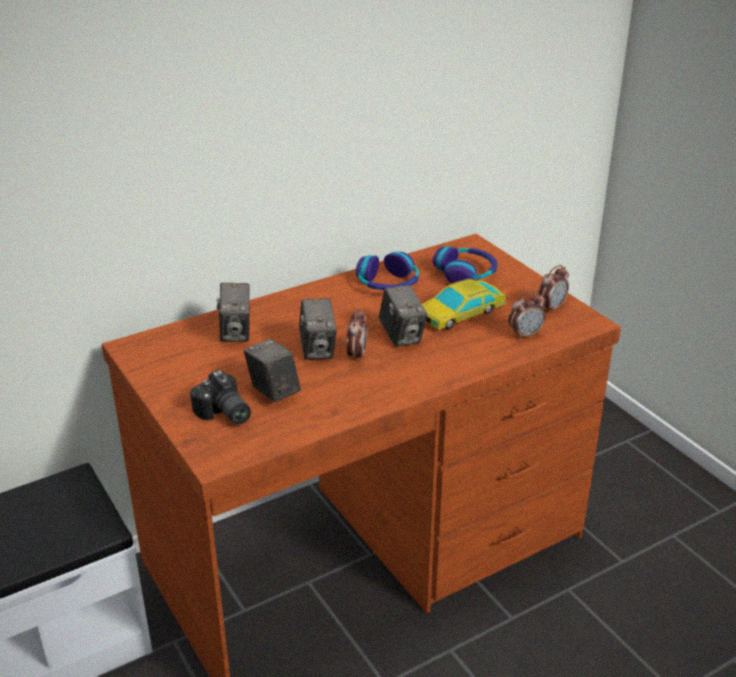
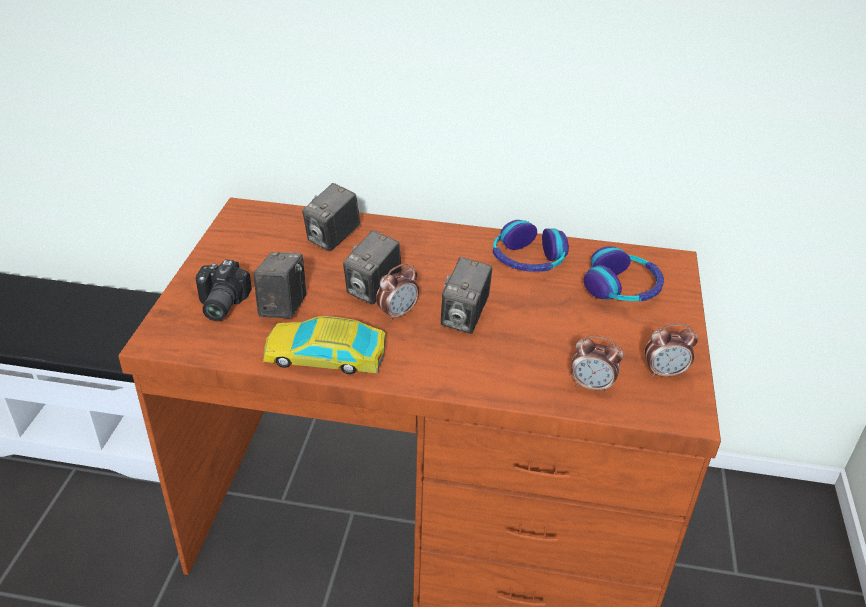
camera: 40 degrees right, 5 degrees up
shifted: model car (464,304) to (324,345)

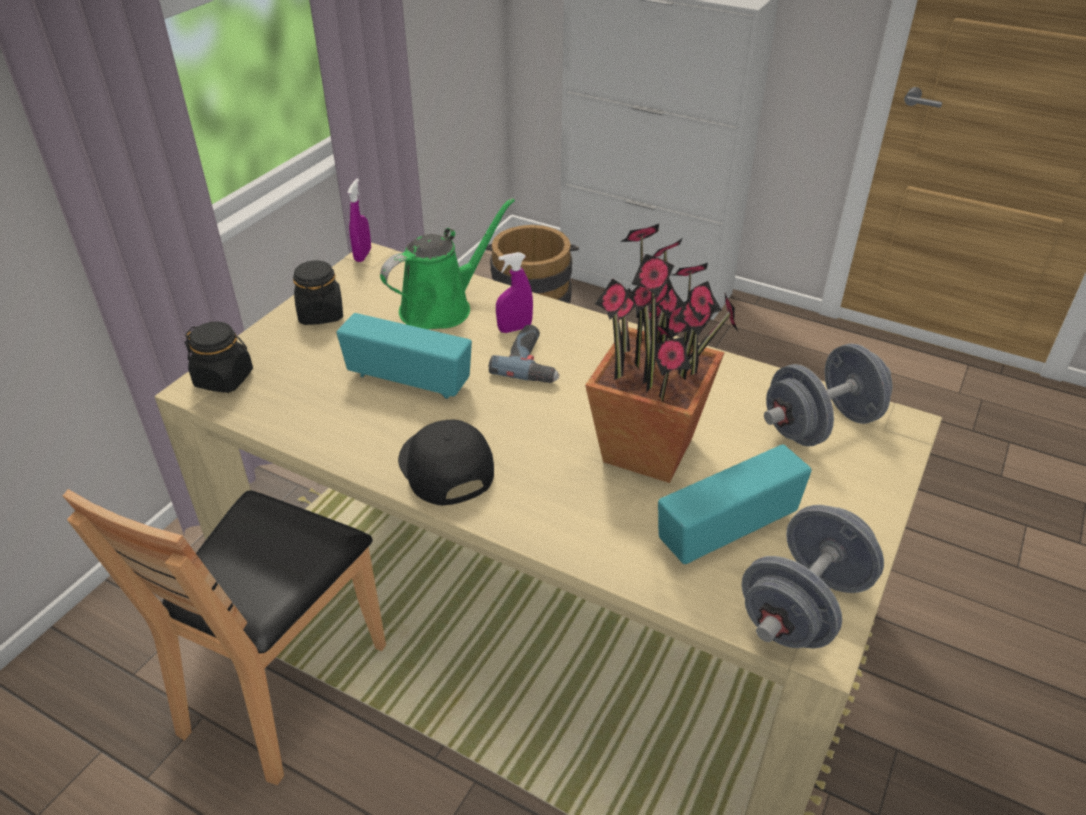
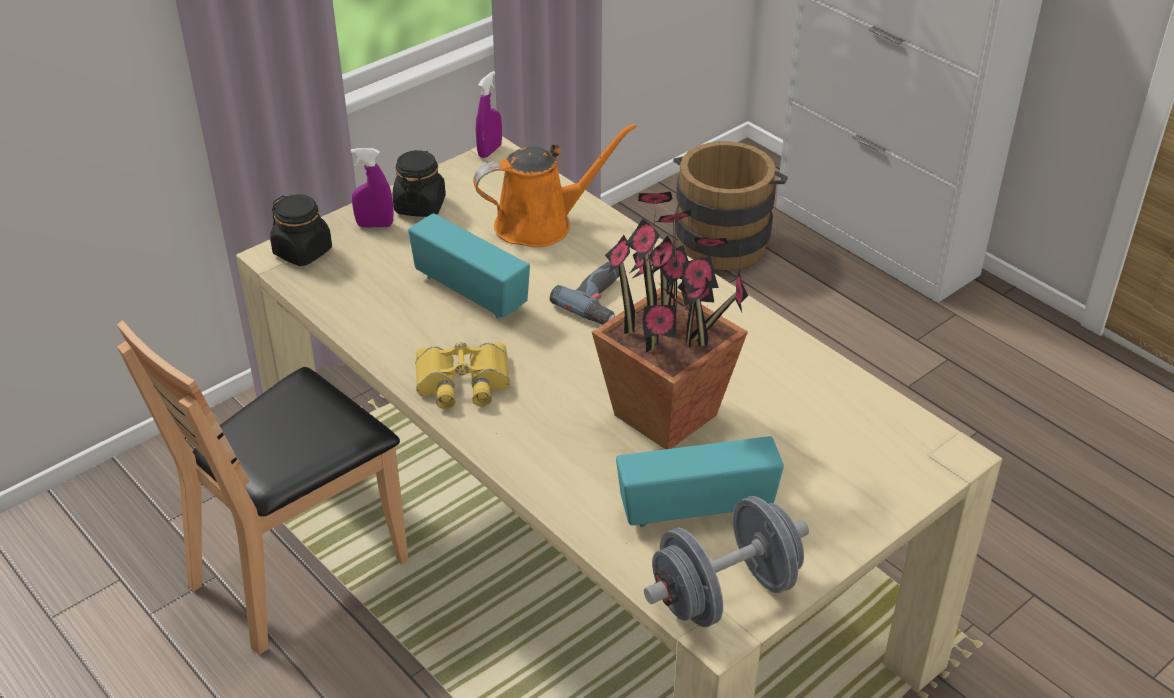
camera: 20 degrees right, 0 degrees up
gone: grey free weight (828,395)
shifted: purplish spray bottle (514,292) to (372,188)
swapped: blackish peaked cap (446,463) to yellow pair of binoculars (463,375)
repainted: green watering can (447,263) to orange-coloured watering can (555,185)

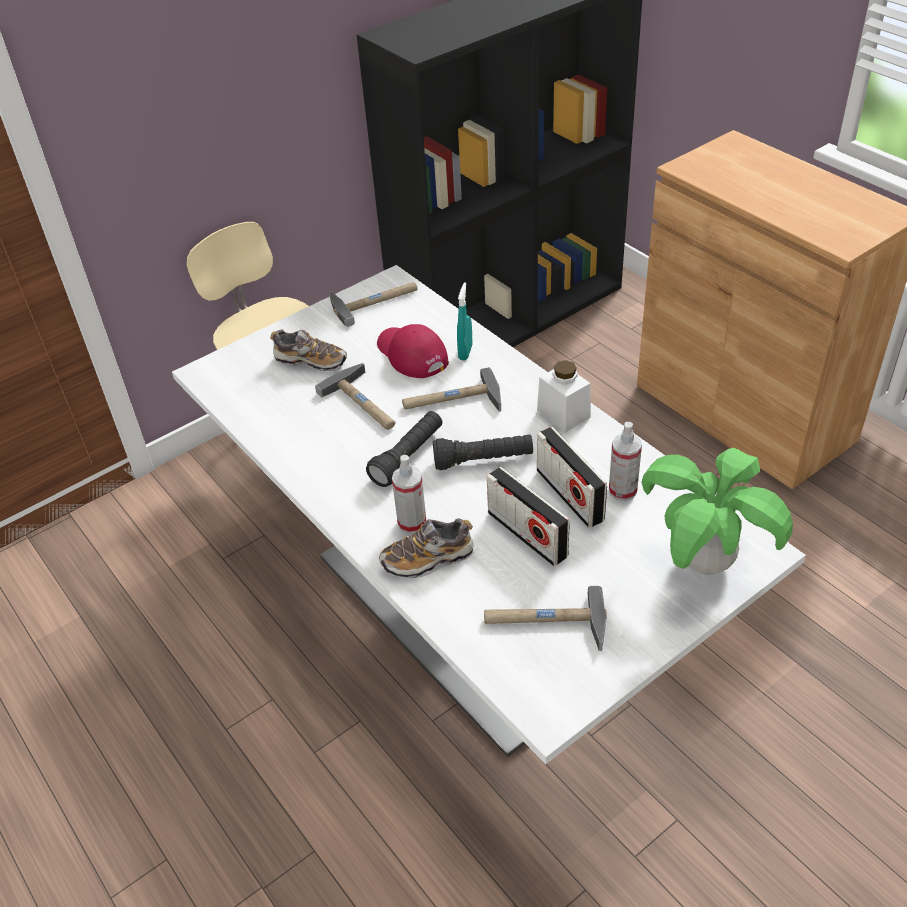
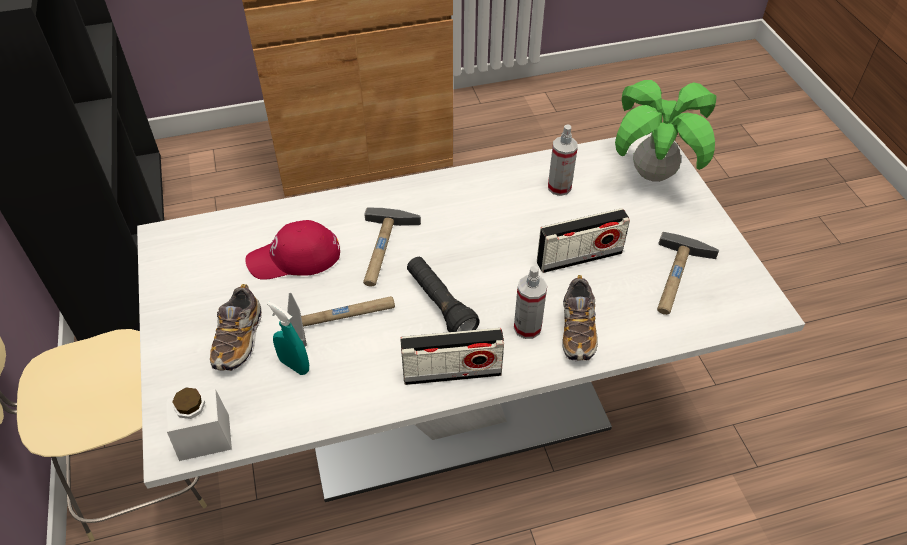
camera: 70 degrees left, 5 degrees up
gone: hammer (373,304); blackish torch (483,452)
shifted: turquoise spray bottle (464,321) to (288,338); white preserve jar (564,396) to (199,424); radio (572,477) to (452,356)
rotated: low shoe (308,350) = (236,327) 150 degrees clockwise

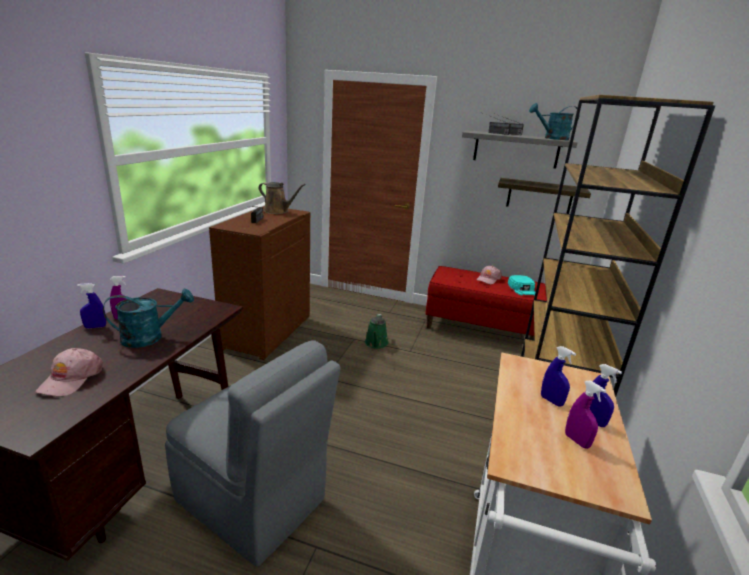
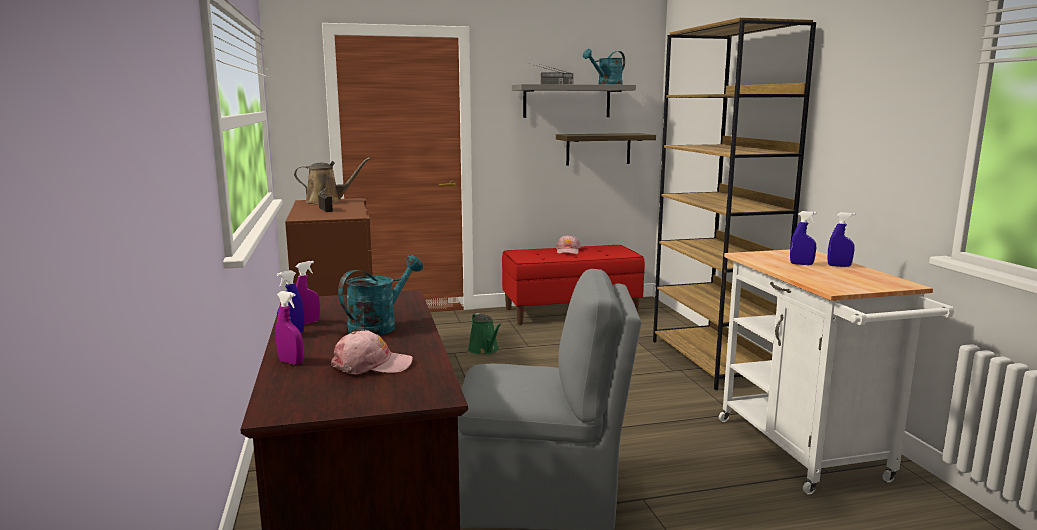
camera: 30 degrees left, 10 degrees down
gone: turquoise peaked cap (521,285)
shifted: purplish spray bottle (585,415) to (289,328)
rotated: pink peaked cap (69,372) = (372,352) 75 degrees counterclockwise

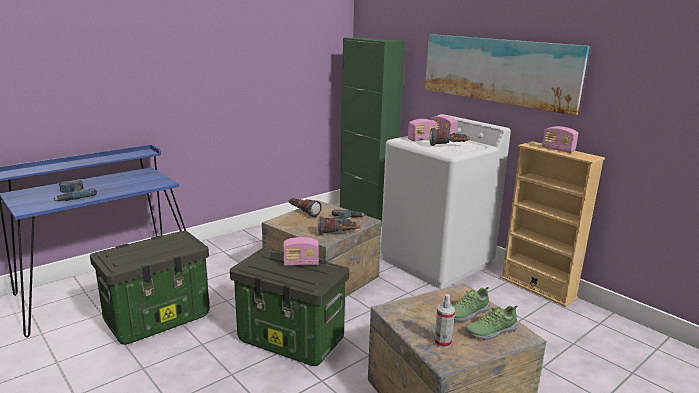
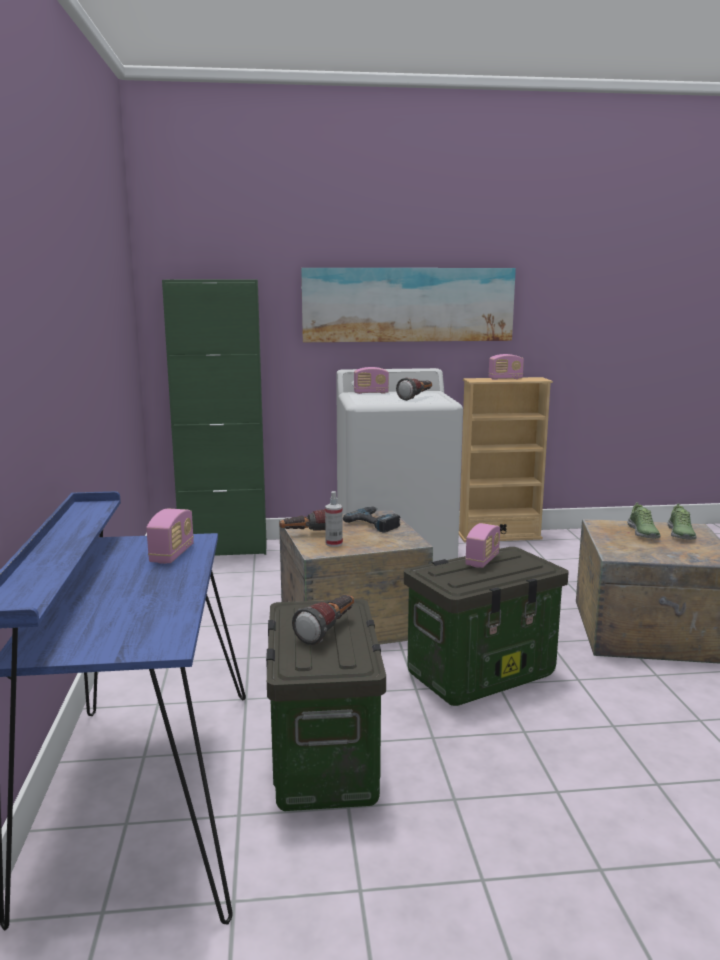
camera: 55 degrees left, 5 degrees down
gone: electric drill (74,190)
shifted: torch (338,225) to (323,620); radio (422,130) to (170,536); spray bottle (444,321) to (334,519)

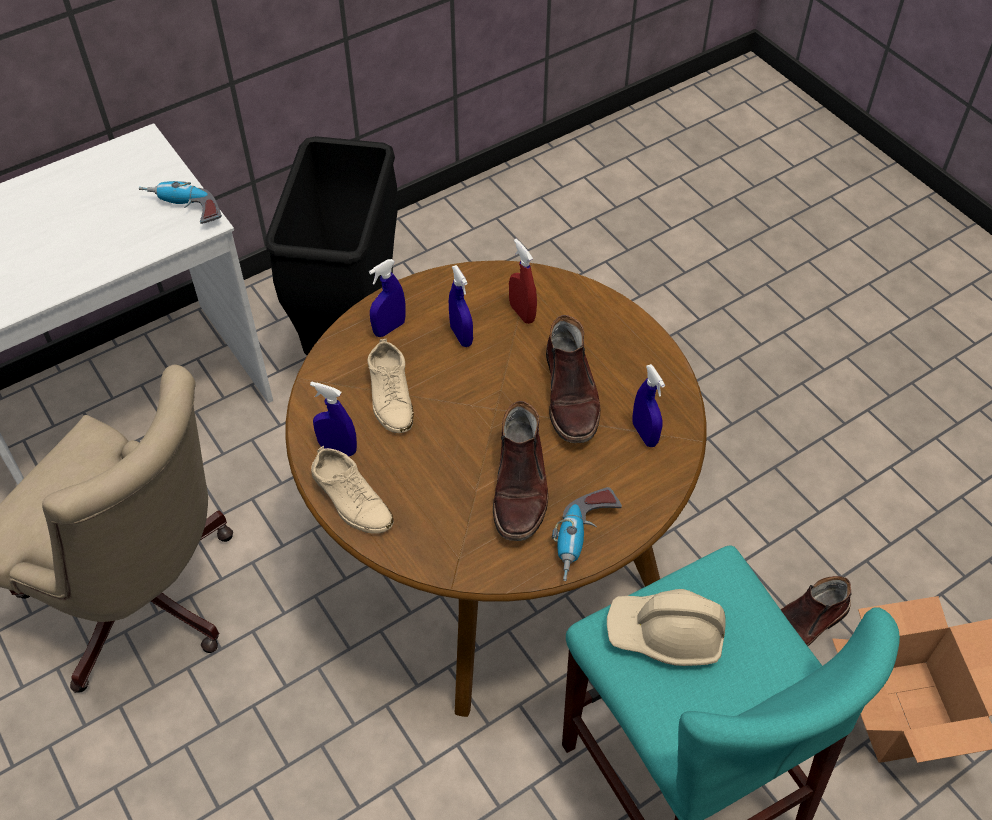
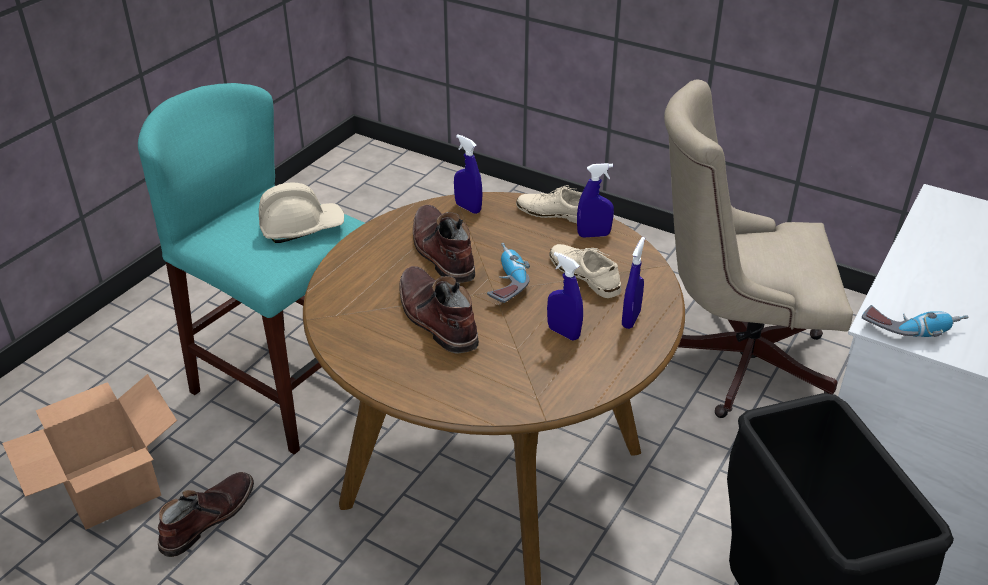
camera: 155 degrees right, 15 degrees down
gone: red-coloured spray bottle (523,281)
shifted: electric drill (587,534) to (508,273); blue spray bottle (648,405) to (468,174)

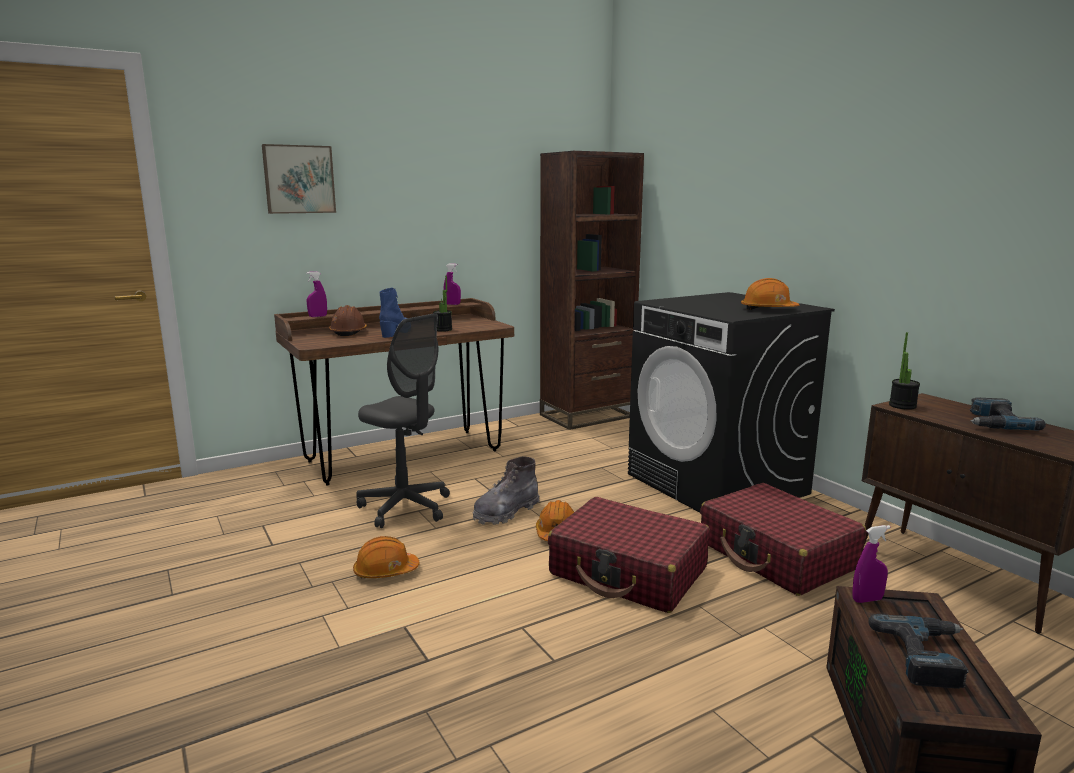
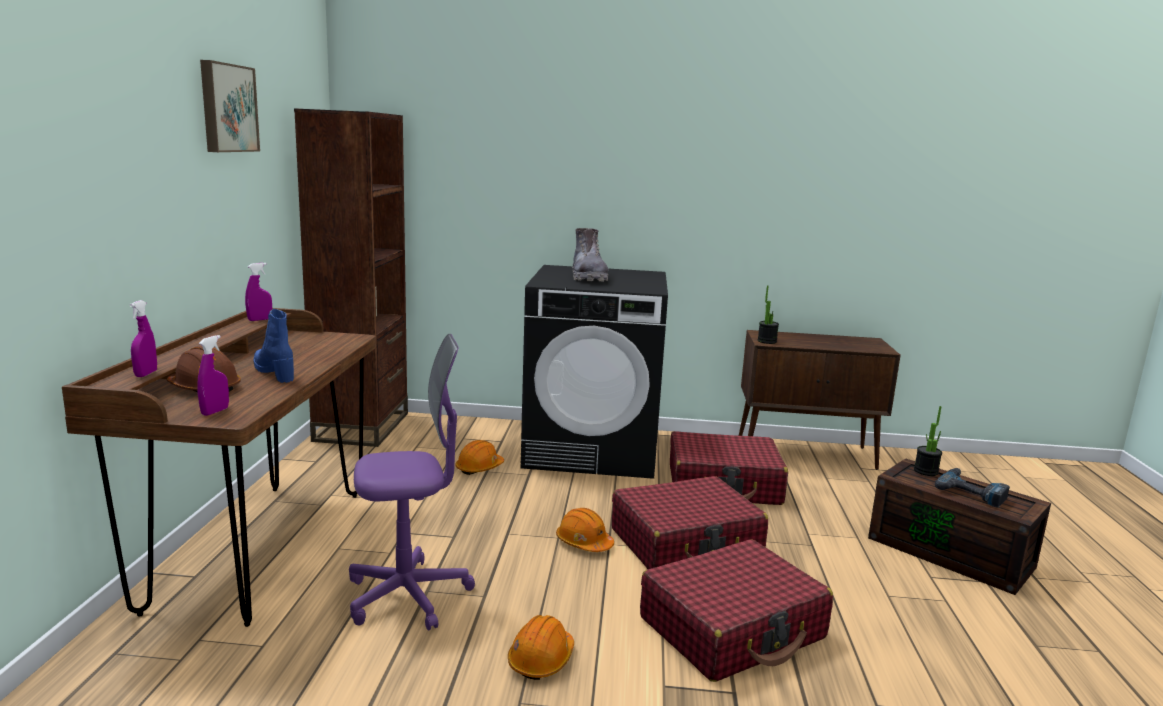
camera: 55 degrees left, 0 degrees up
gone: electric drill (1008,414)
new: red-coloured suitcase (736,610)
shifted: wall art (299,179) to (230,106); houseplant (442,304) to (928,441); grey boot (506,490) to (590,255); orange-coloured work helmet (770,294) to (479,457); purplish spray bottle (871,564) to (213,375)
repainted: grey desk chair (403,420) to purplish desk chair (412,482)

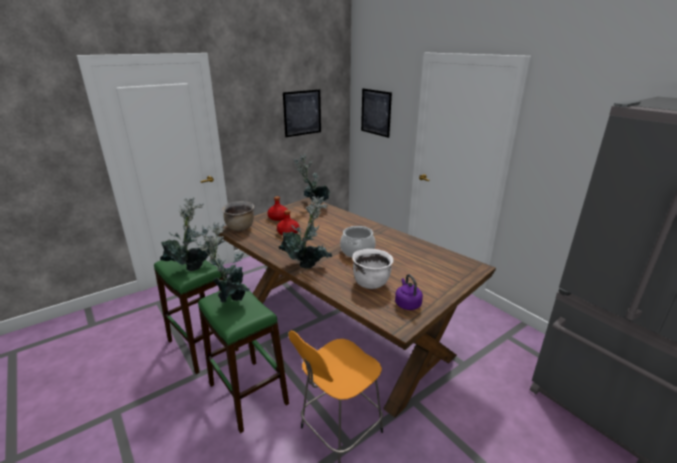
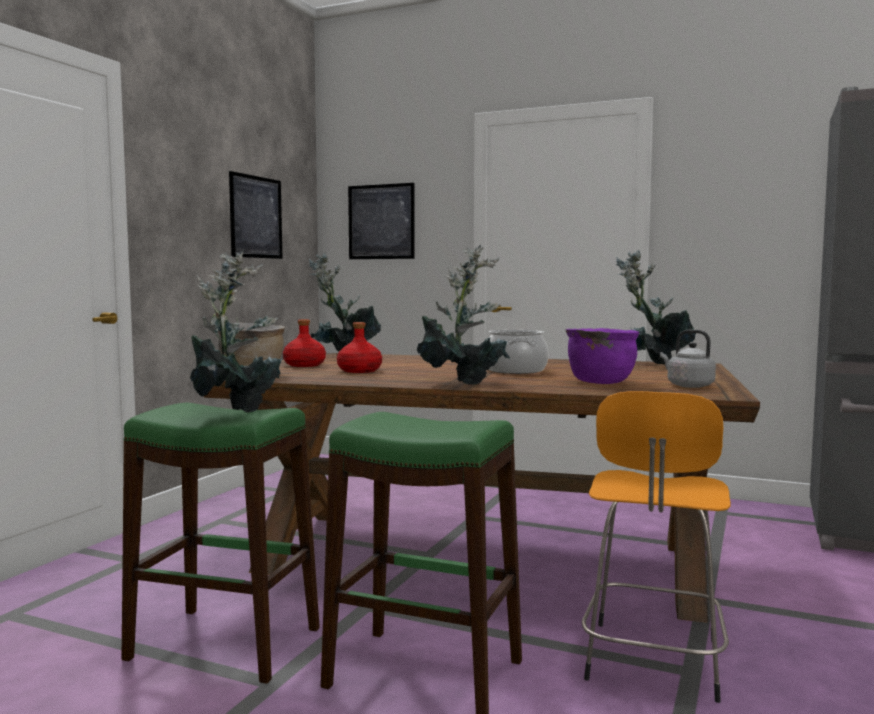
camera: 30 degrees left, 20 degrees down
shifted: houseplant (222,262) to (656,307)
repainted: white cooking pot (373,269) to purplish cooking pot (602,356); purplish water kettle (409,292) to grey water kettle (688,359)

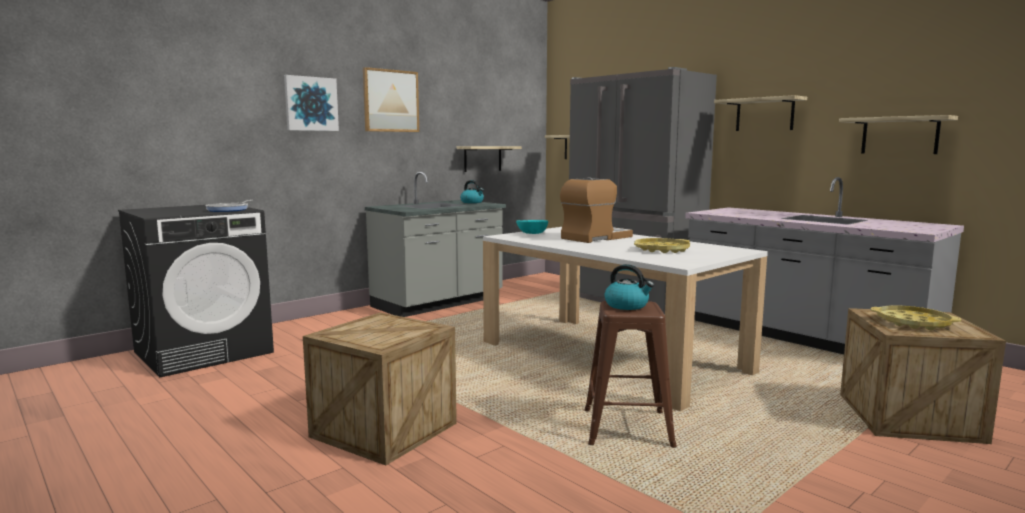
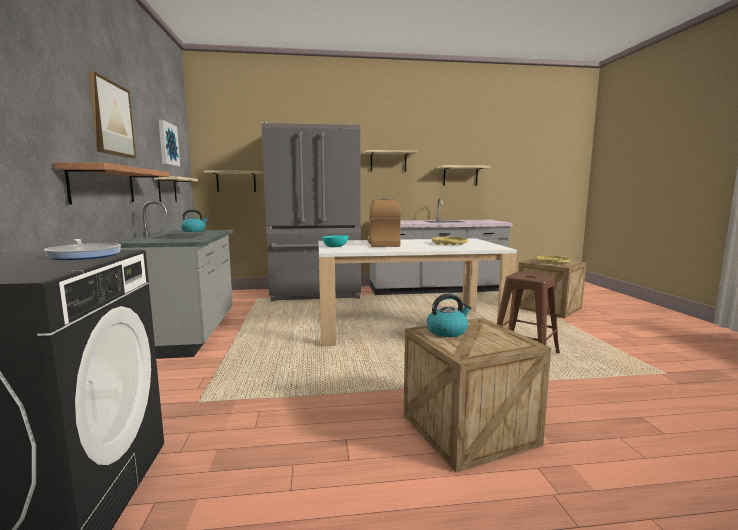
camera: 55 degrees left, 0 degrees up
new: bracket shelf (112,183)
shifted: wall art (311,103) to (169,143); water kettle (629,287) to (449,315)

